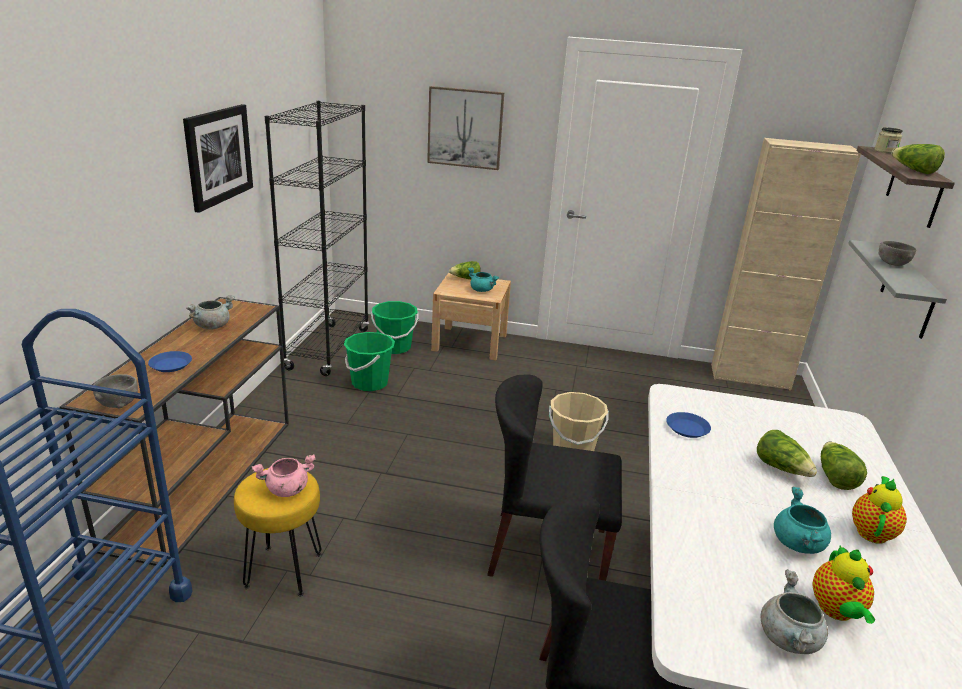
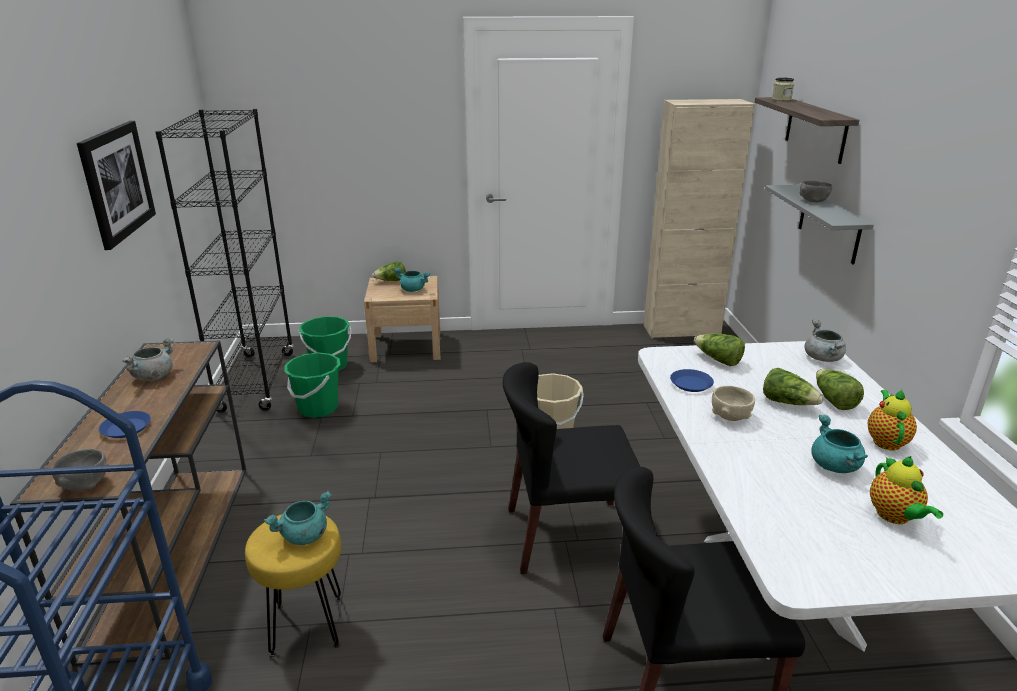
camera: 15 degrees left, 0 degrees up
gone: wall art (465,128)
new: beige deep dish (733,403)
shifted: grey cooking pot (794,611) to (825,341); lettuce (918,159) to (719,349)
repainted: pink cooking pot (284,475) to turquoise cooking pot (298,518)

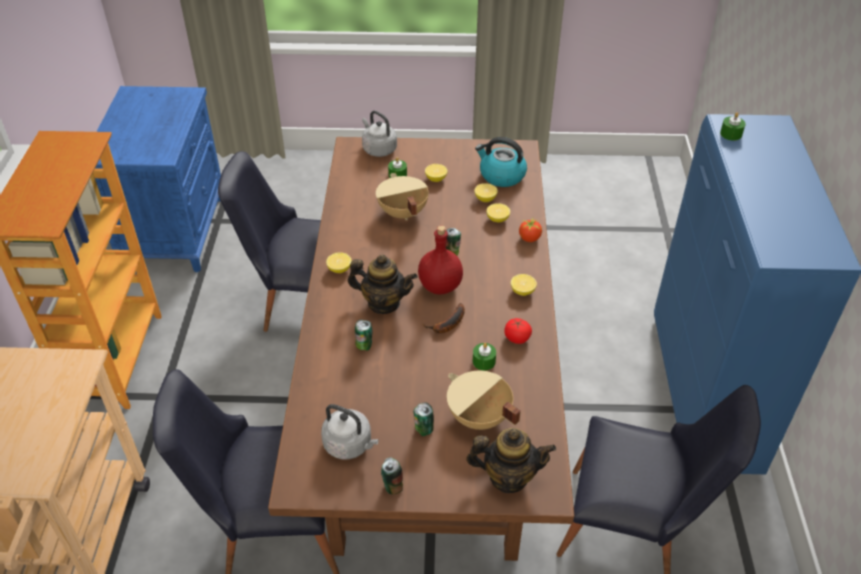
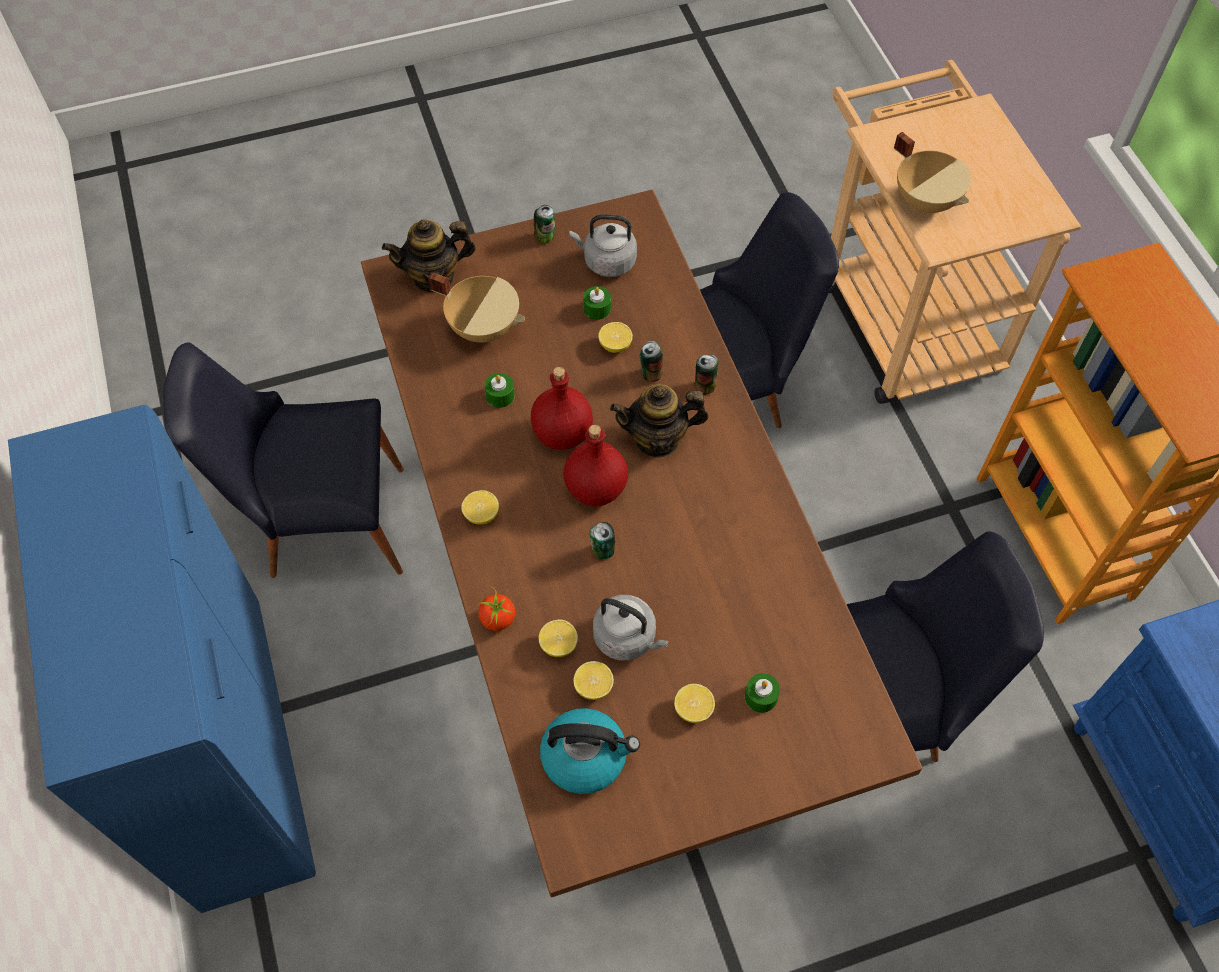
camera: 160 degrees right, 15 degrees up
gone: fresh tomato (518,331)
shifted: lemon (339,262) to (615,337); grey water kettle (379,134) to (630,628); beige cooking pot (402,197) to (932,172); metal can (423,419) to (706,375); green candle (733,126) to (597,303)
swapped: banana fruit (444,318) to red-coloured drink bottle (562,408)

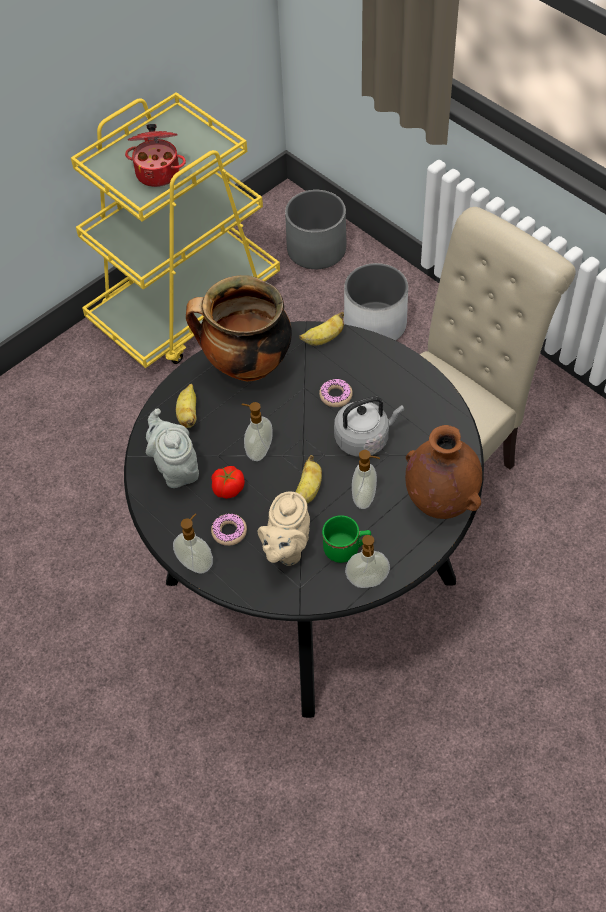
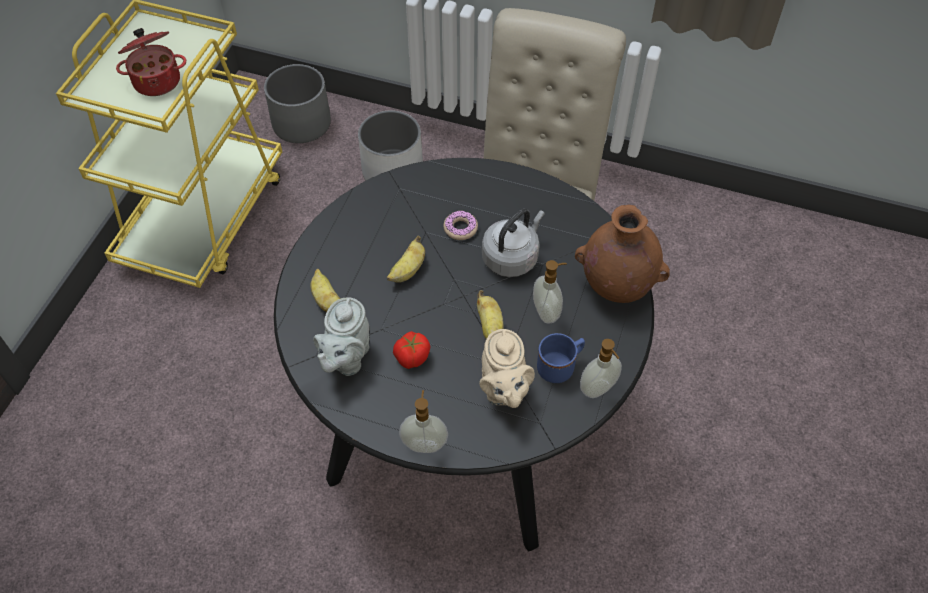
camera: 30 degrees left, 0 degrees up
gone: cooking pot (239,328); doughnut (229,529); liquid soap bottle (257,431)
shifted: banana fruit (321,329) to (406,259)
repainted: green mug (346,539) to blue mug (561,358)
rotated: grey pot for tea (172,448) = (341,337) 105 degrees counterclockwise

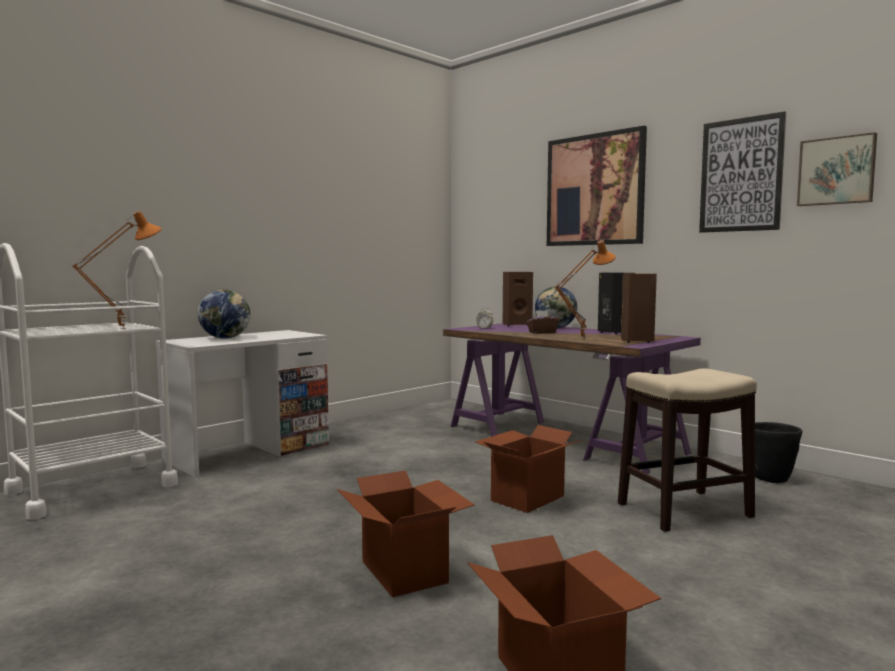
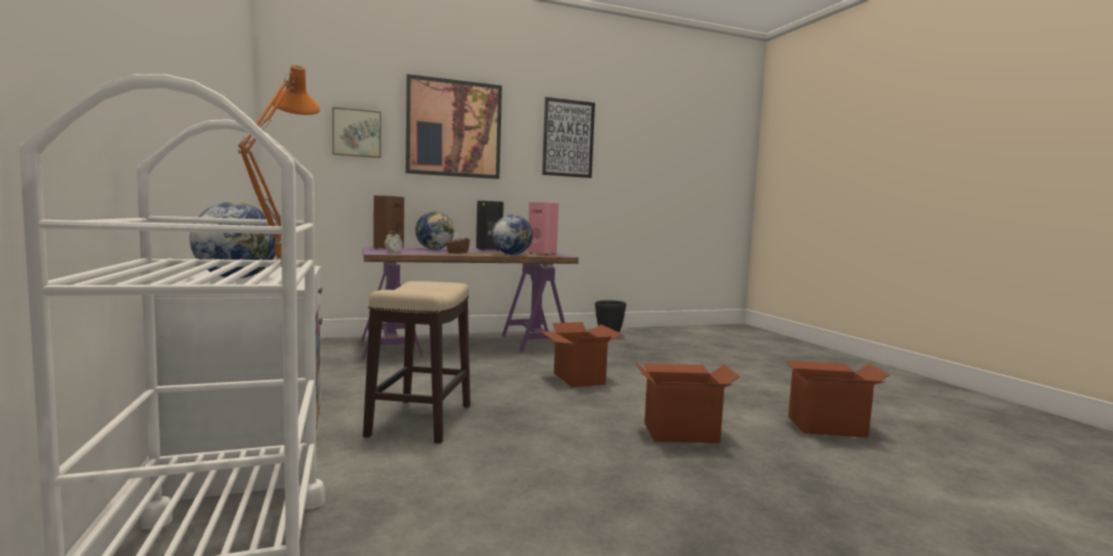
camera: 65 degrees left, 0 degrees up
shifted: stool (687,450) to (417,362); wall art (837,169) to (356,132)
swapped: orange-coloured table lamp (585,289) to desk globe (512,235)
repainted: brownish audio speaker (639,308) to pink audio speaker (543,228)

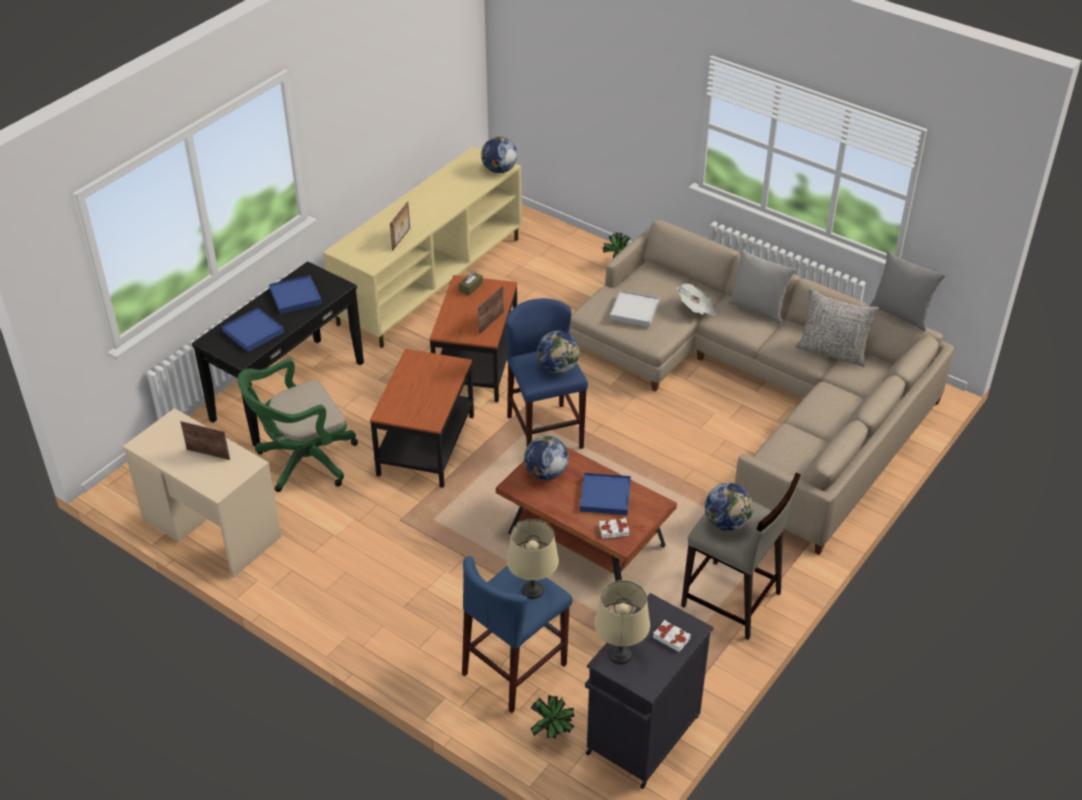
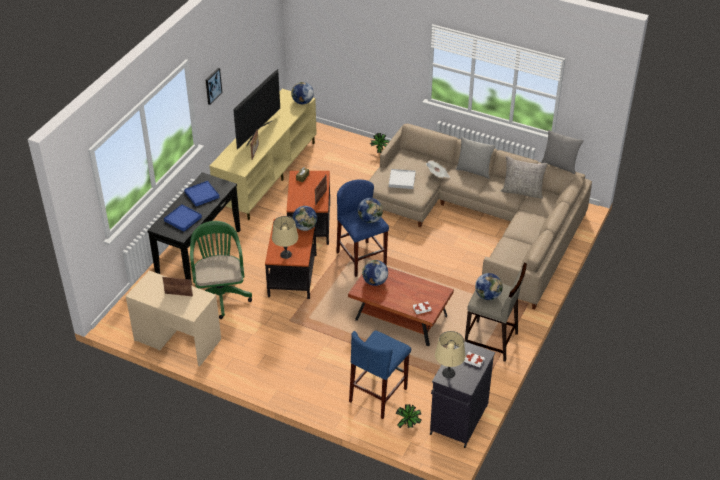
camera: 10 degrees left, 0 degrees up
gone: blue carrying tray (605,494)
new: wall art (214,86); TV (257,109); desk globe (304,218)
shifted: beige table lamp (533,559) to (285,237)
rotated: green desk chair (297,425) = (221,270) 120 degrees clockwise

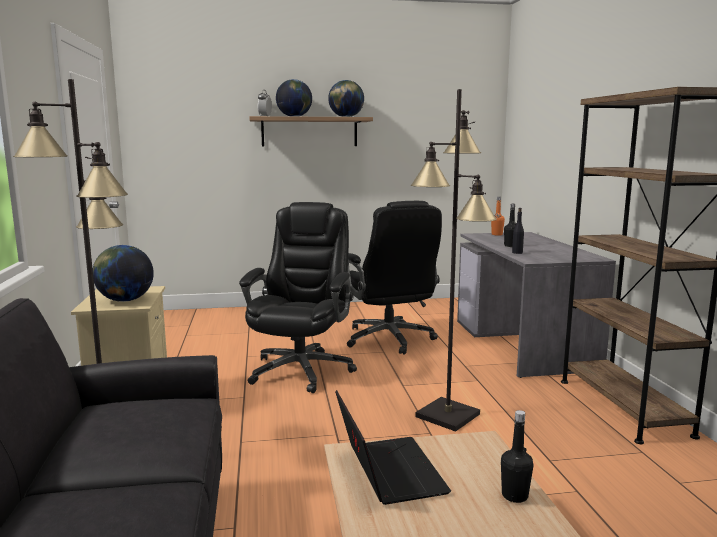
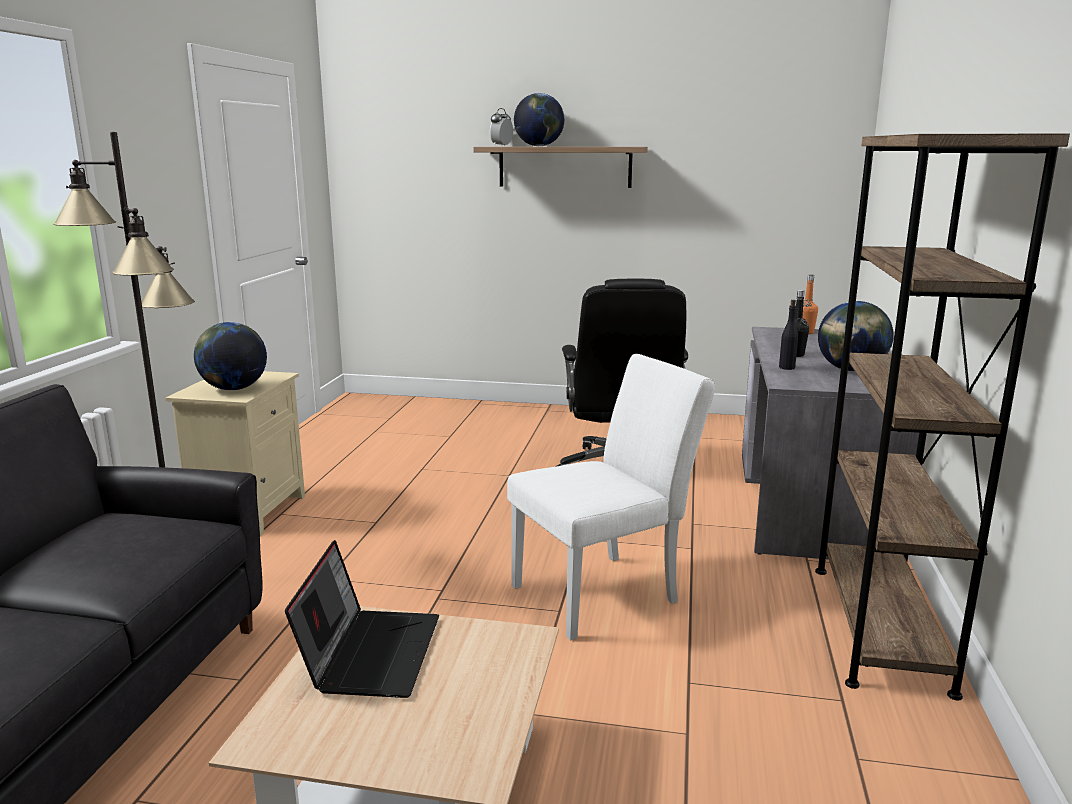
camera: 20 degrees right, 5 degrees up
gone: blackish desk chair (298,297); blackish drink bottle (517,456)
shifted: desk globe (346,98) to (856,336)
swapped: blackish standing lamp (453,260) to white upright chair (611,497)

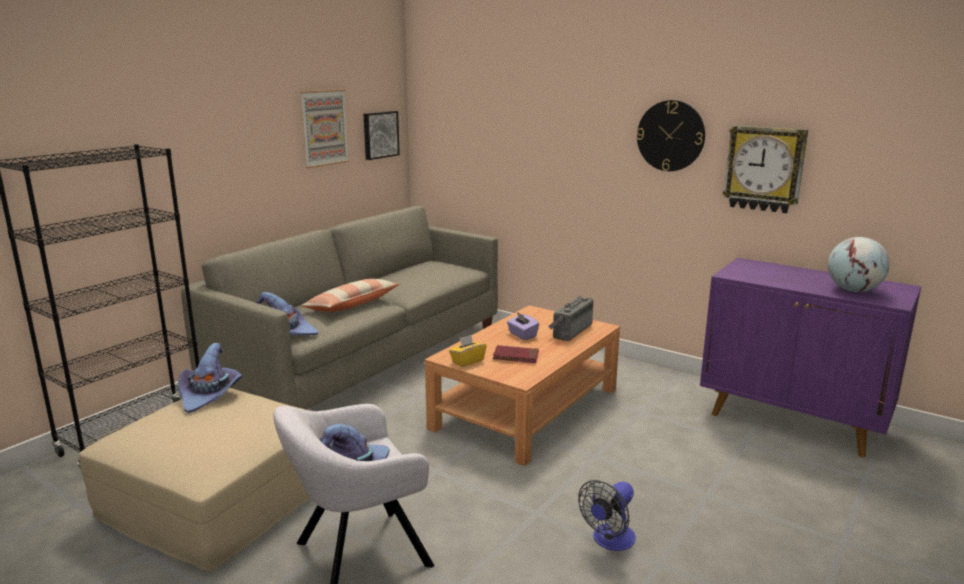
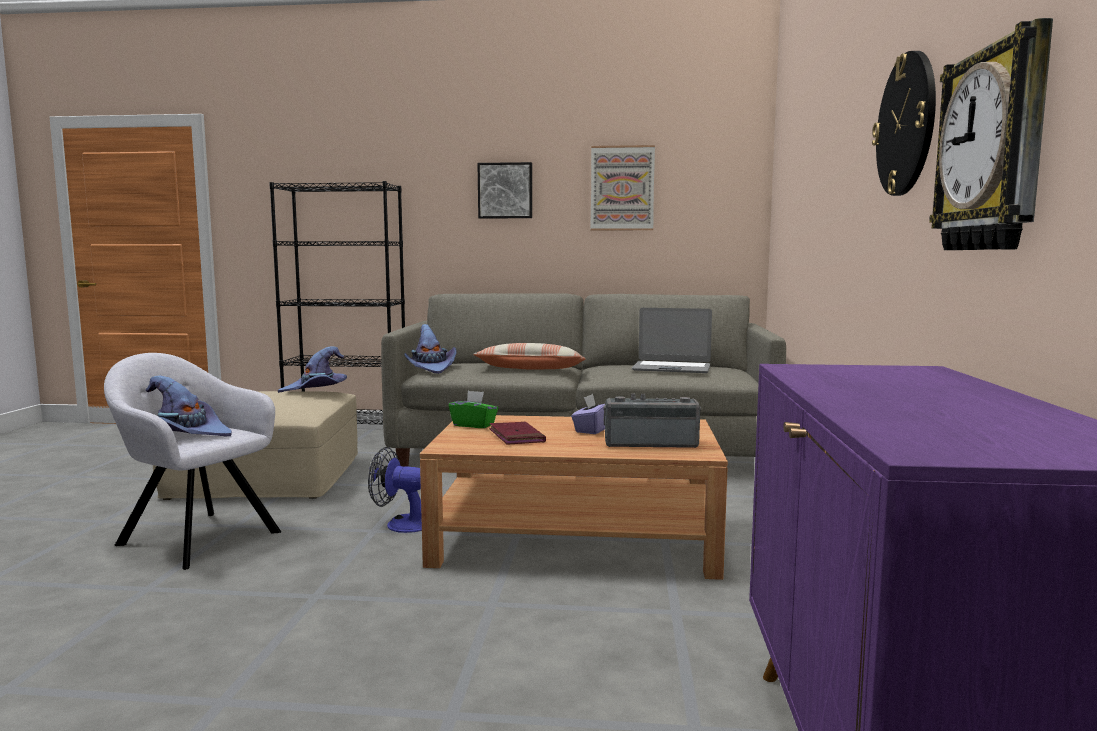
camera: 60 degrees right, 10 degrees down
gone: desk globe (859,264)
new: portable computer (672,340)
shifted: wall art (381,135) to (505,190); fan (607,515) to (395,490)
repainted: yellow box of tissues (468,351) to green box of tissues (473,409)

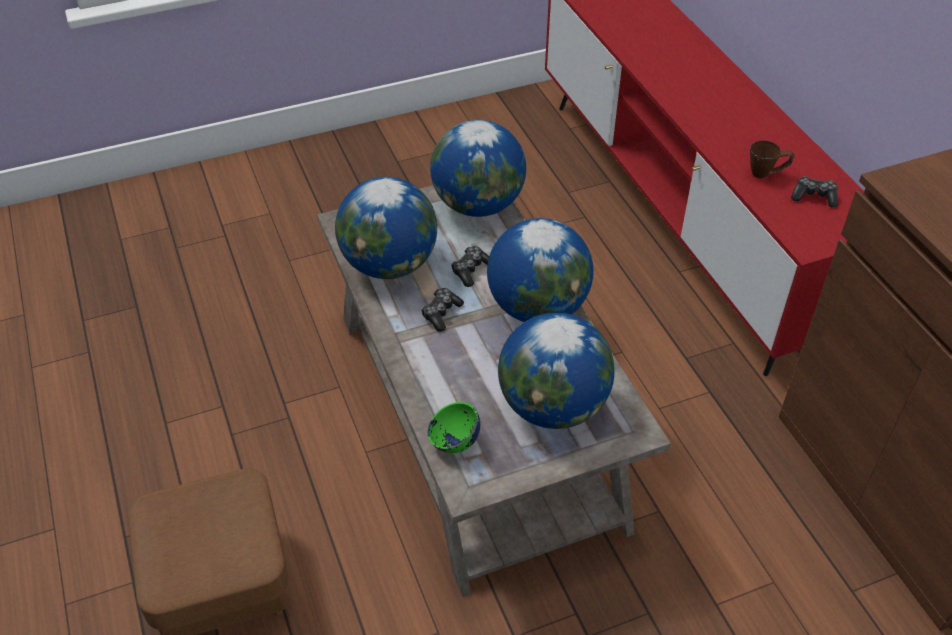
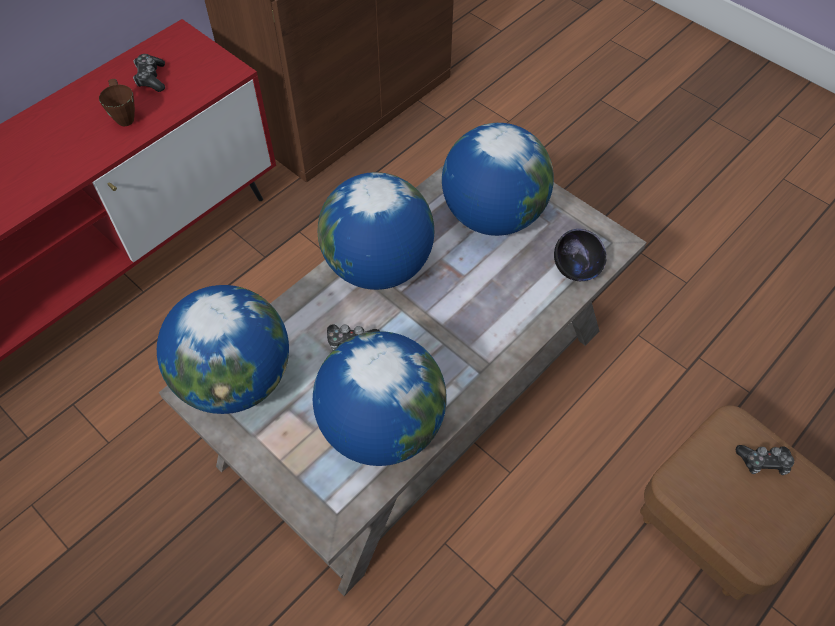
camera: 115 degrees left, 10 degrees up
shifted: gamepad (442,310) to (765,460)
repainted: green deep dish (454,427) to blackish deep dish (580,255)

